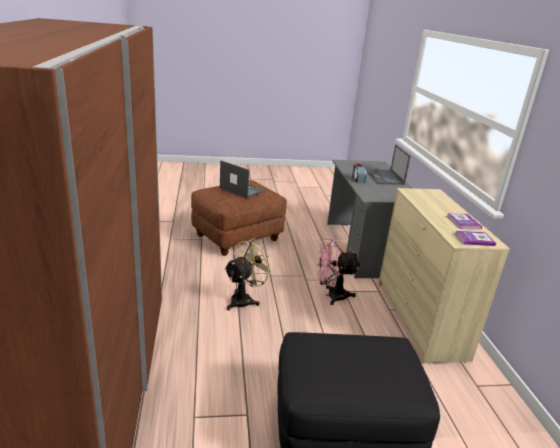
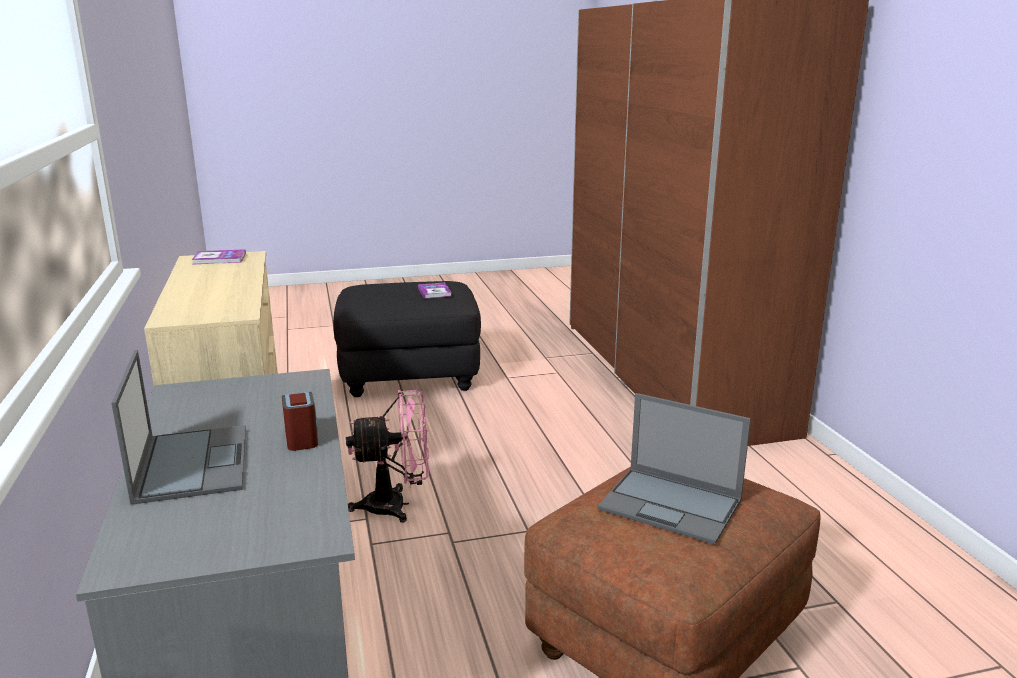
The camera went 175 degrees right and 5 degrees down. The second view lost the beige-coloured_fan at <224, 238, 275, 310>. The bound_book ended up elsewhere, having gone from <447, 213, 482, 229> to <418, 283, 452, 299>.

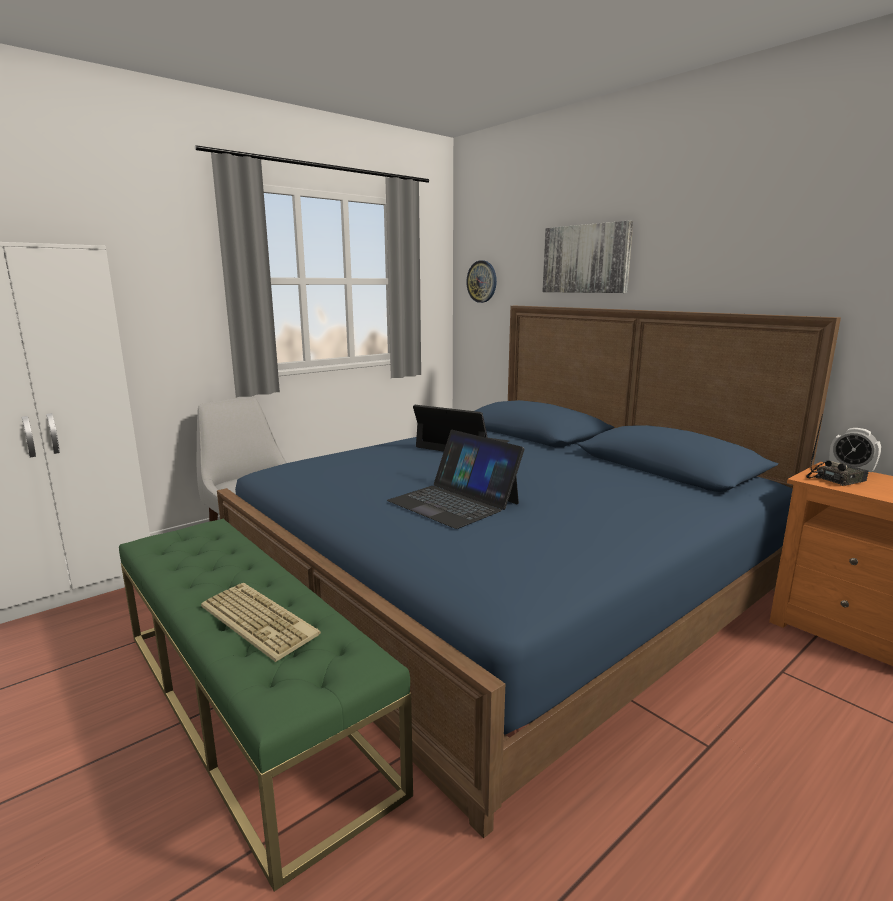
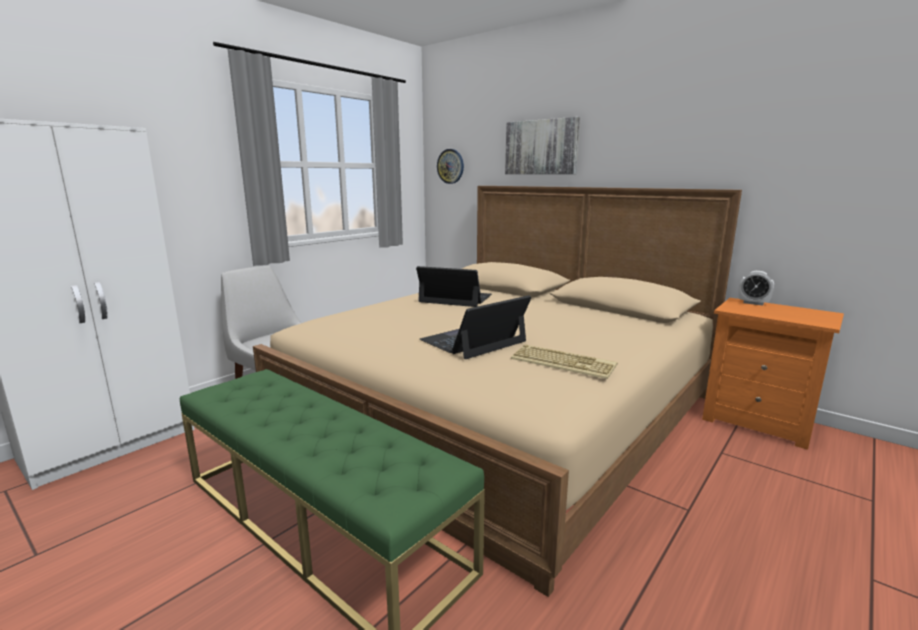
The camera went 10 degrees left and 0 degrees up. The second view lost the radio at <806, 414, 869, 486>. The computer_keyboard ended up elsewhere, having gone from <201, 583, 321, 662> to <511, 345, 618, 379>. What was the blue-coloured_bed at <217, 306, 841, 838> turned into the beige-coloured_bed at <253, 186, 742, 597>. The laptop at <387, 430, 524, 529> ended up facing another way, 105 degrees clockwise from before.

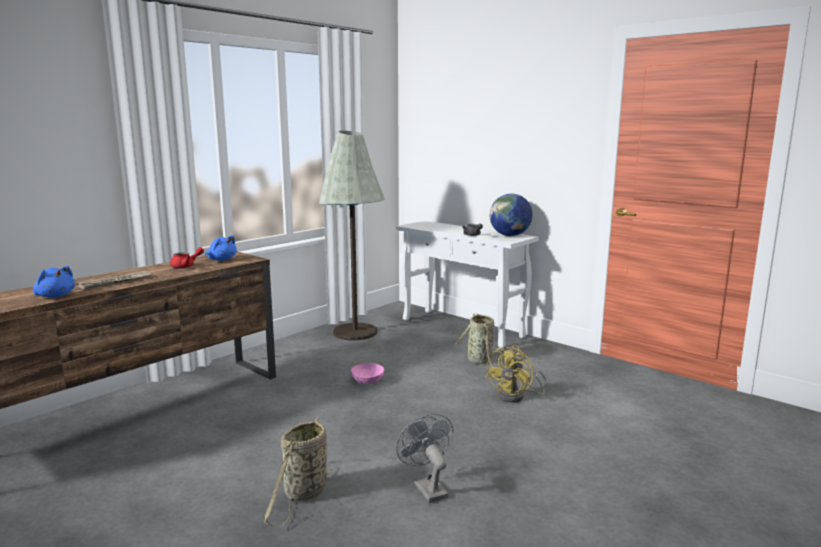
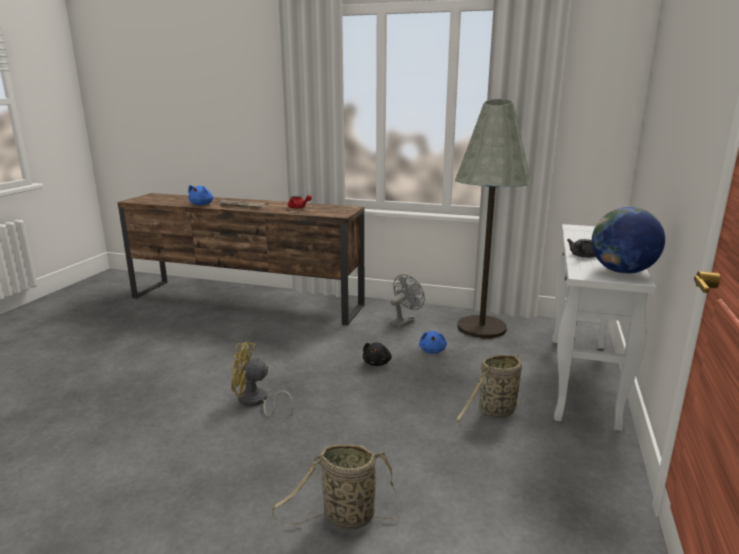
The camera went 65 degrees right and 5 degrees up. The blue-coloured_soft_toy ended up elsewhere, having gone from <205, 235, 237, 261> to <419, 331, 447, 353>. The household_basket ended up elsewhere, having gone from <264, 418, 332, 527> to <271, 444, 402, 530>. The gray_fan ended up elsewhere, having gone from <396, 414, 453, 503> to <390, 274, 425, 328>. The yellow_fan ended up elsewhere, having gone from <486, 345, 548, 403> to <230, 342, 294, 417>. Where the pink_serving_bowl stood at <351, 363, 384, 384>, the blackish_soft_toy came to stand at <363, 342, 392, 366>.

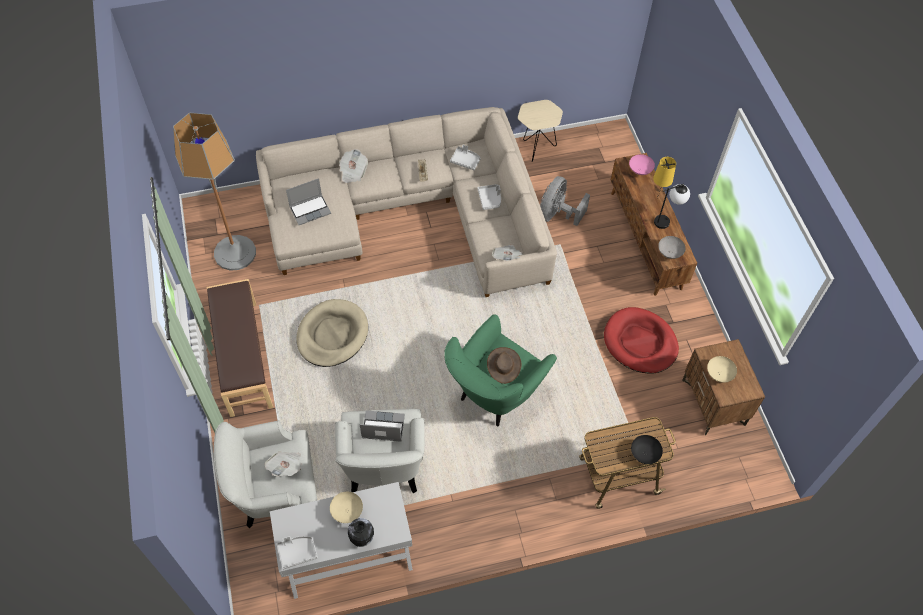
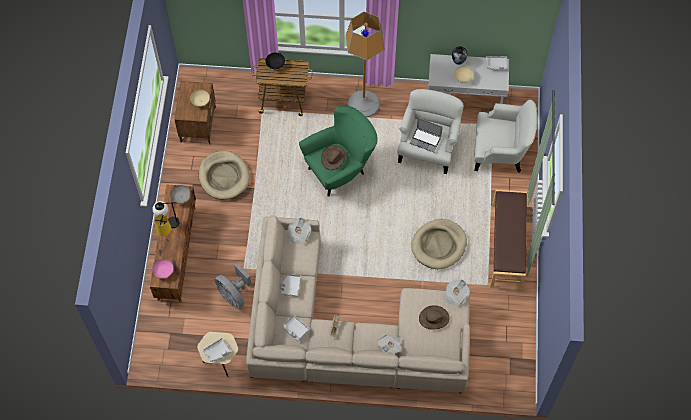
The camera went 160 degrees left and 5 degrees up. The second view gained the gray_serving_tray at <203, 338, 231, 362>. The floor_lamp ended up elsewhere, having gone from <173, 113, 256, 271> to <346, 12, 385, 117>. The daily_paper ended up elsewhere, having gone from <265, 451, 302, 476> to <444, 279, 470, 307>. Where the laptop stood at <286, 178, 331, 225>, the brown-coloured_hat came to stand at <419, 305, 450, 330>. What was the red-coloured_dog_cushion at <604, 307, 679, 373> turned into the beige-coloured_dog_cushion at <199, 151, 250, 200>. The gray_fan at <540, 176, 590, 226> ended up facing another way, 90 degrees clockwise from before.

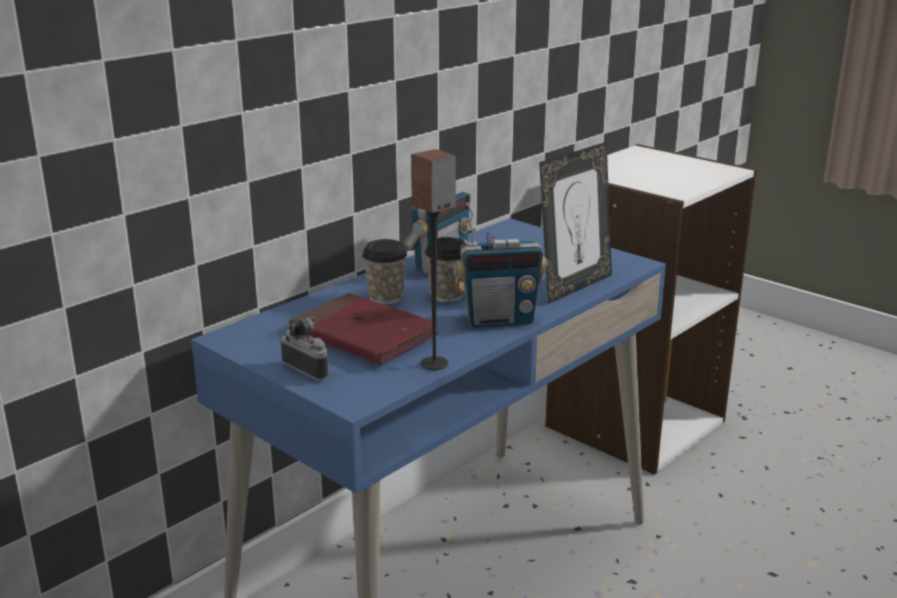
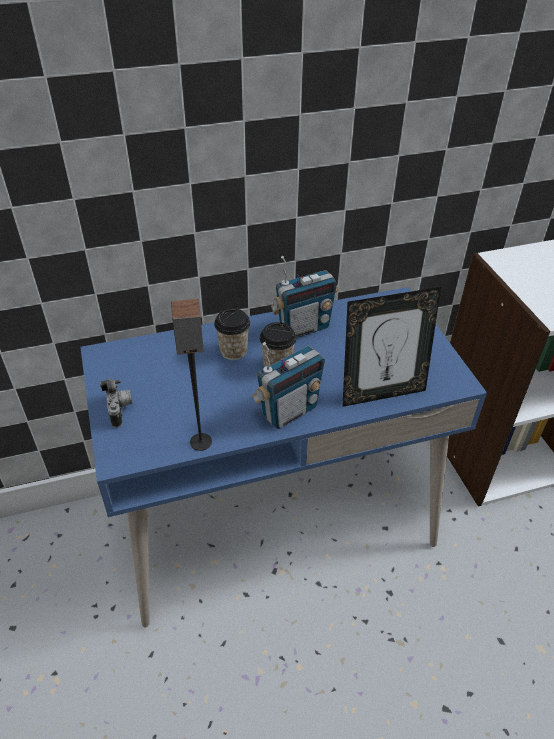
The camera went 30 degrees right and 20 degrees up. The second view lost the red-coloured_bound_book at <289, 293, 438, 365>. The radio at <454, 202, 548, 328> ended up facing another way, 60 degrees counterclockwise from before.

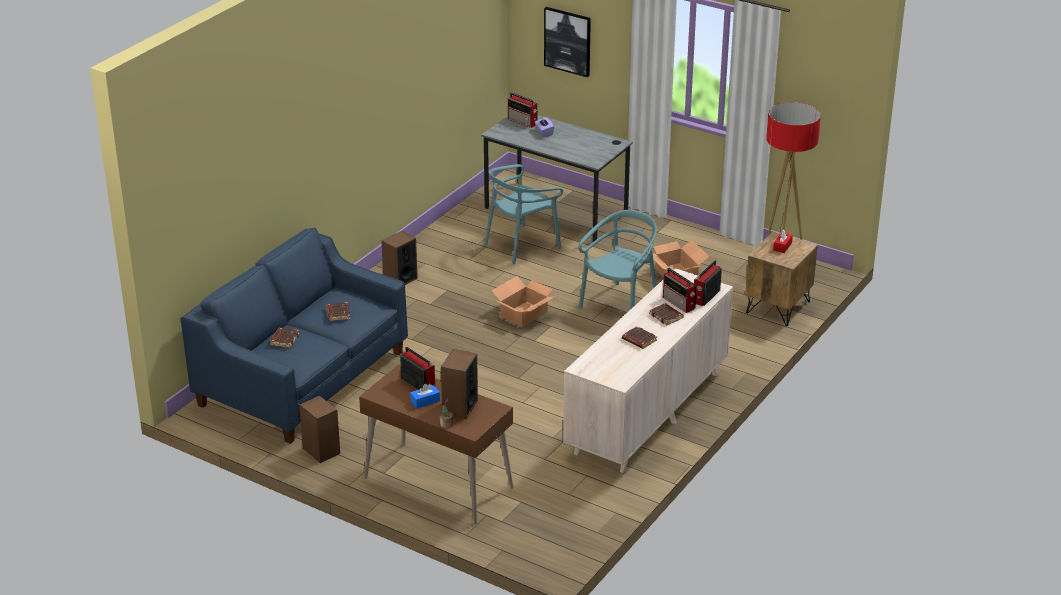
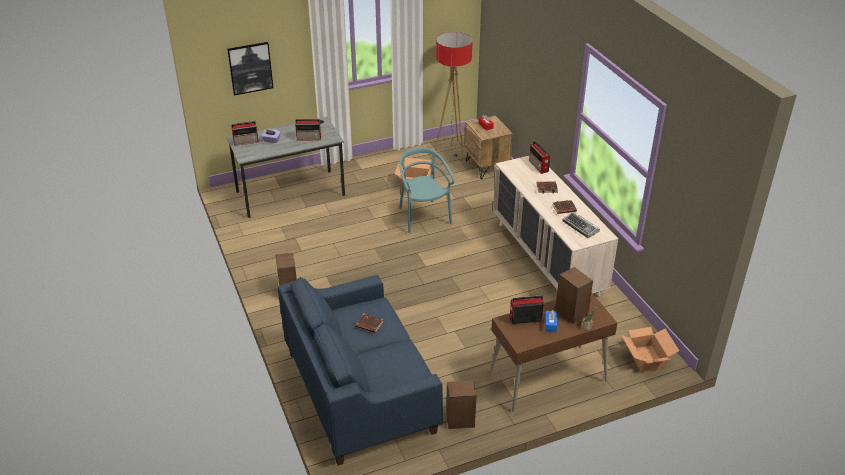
The camera went 55 degrees left and 5 degrees up. The second view lost the brown-coloured_bound_book at <269, 327, 299, 348>. The second view lost the blue-green_chair at <484, 164, 563, 264>. The second view gained the computer_keyboard at <563, 212, 600, 238>. The cardboard_box ended up elsewhere, having gone from <492, 276, 556, 327> to <621, 327, 679, 372>. The radio ended up elsewhere, having gone from <663, 268, 697, 313> to <295, 119, 322, 141>.

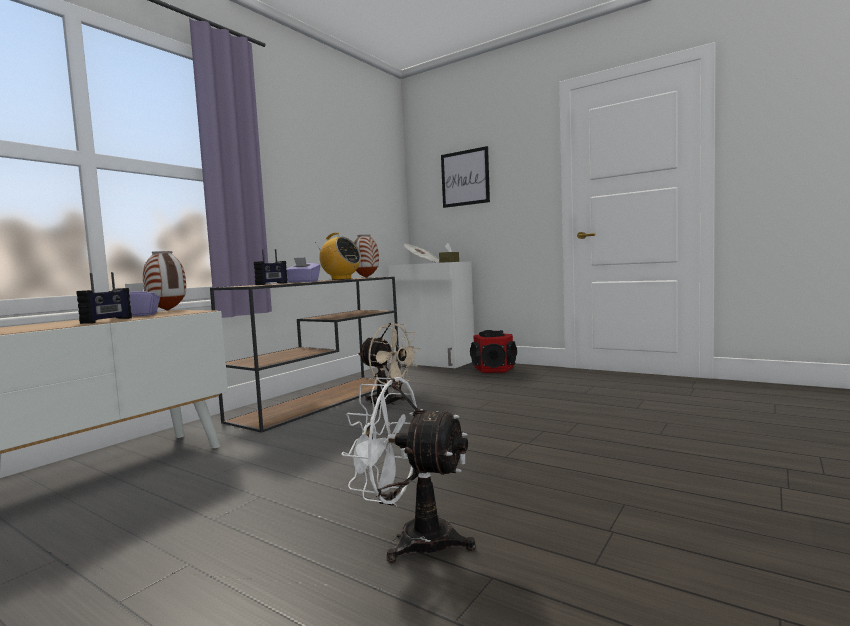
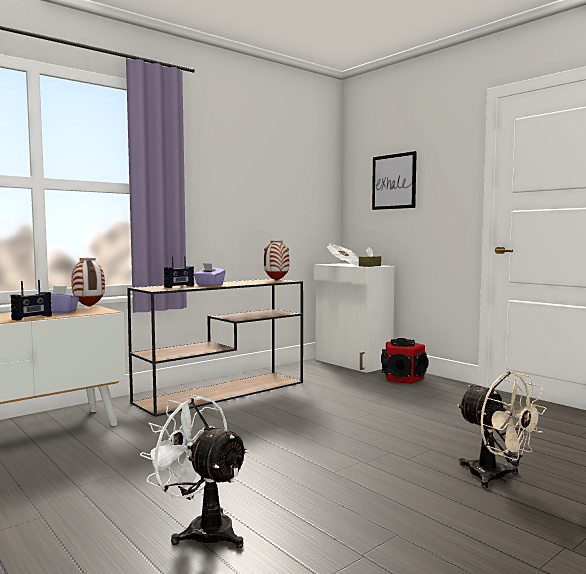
The camera went 15 degrees right and 0 degrees up. The second view lost the radio at <315, 233, 361, 280>. The beige-coloured_fan ended up elsewhere, having gone from <358, 323, 420, 410> to <457, 371, 547, 488>.

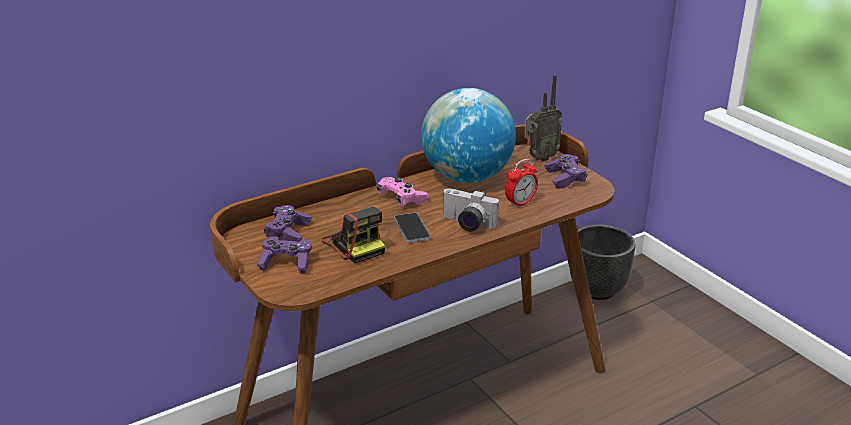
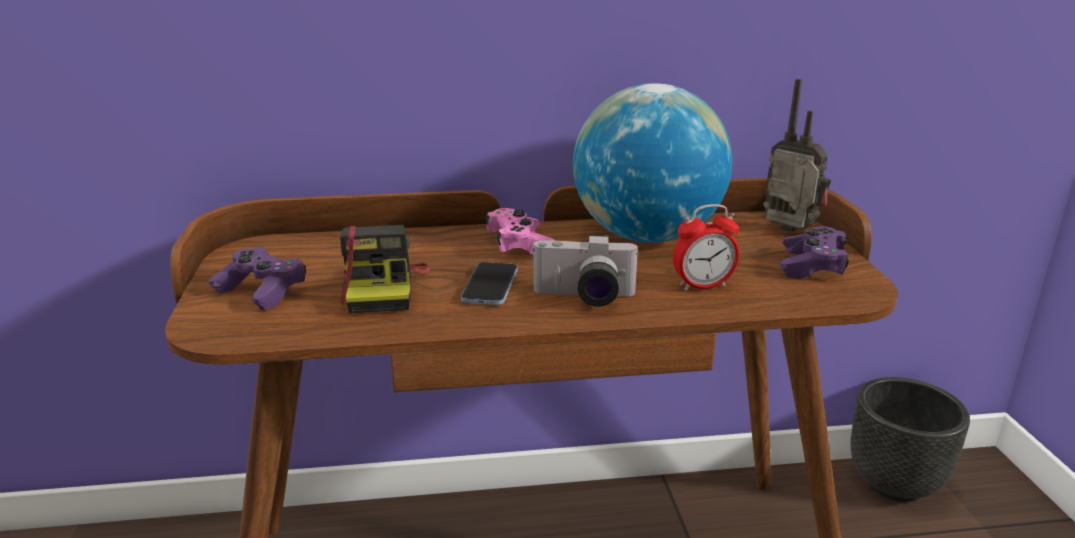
The camera went 25 degrees right and 5 degrees down. The second view lost the purplish_gamepad at <264, 205, 311, 242>. The photo_camera at <442, 188, 499, 231> ended up facing another way, 45 degrees counterclockwise from before. The radio at <524, 74, 562, 161> ended up facing another way, 135 degrees counterclockwise from before.

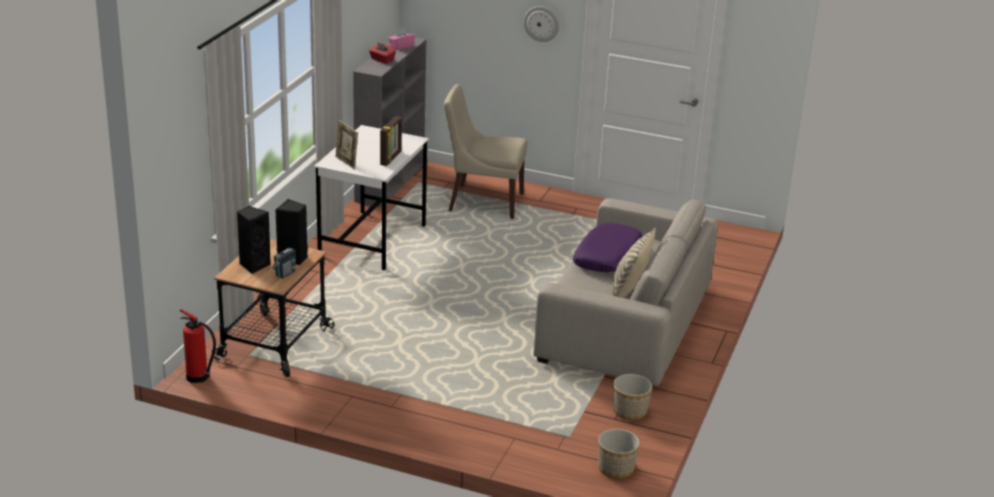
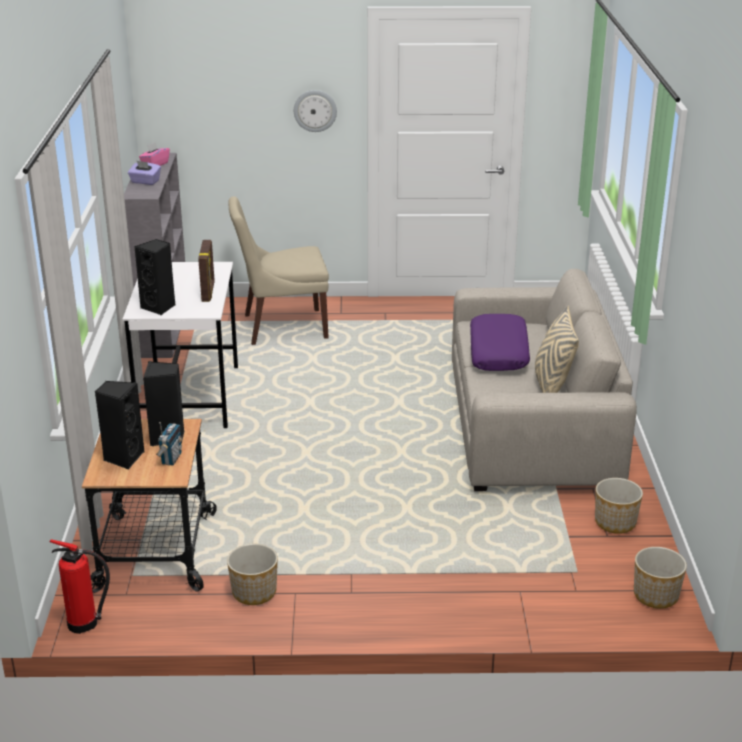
The camera went 20 degrees left and 0 degrees up. The second view gained the plant_pot at <227, 544, 278, 605>. Where the picture_frame stood at <335, 120, 358, 169>, the blackish_audio_speaker came to stand at <134, 239, 175, 316>. What was the red-coloured_tissue_box at <369, 42, 396, 64> turned into the purplish_tissue_box at <128, 161, 161, 185>.

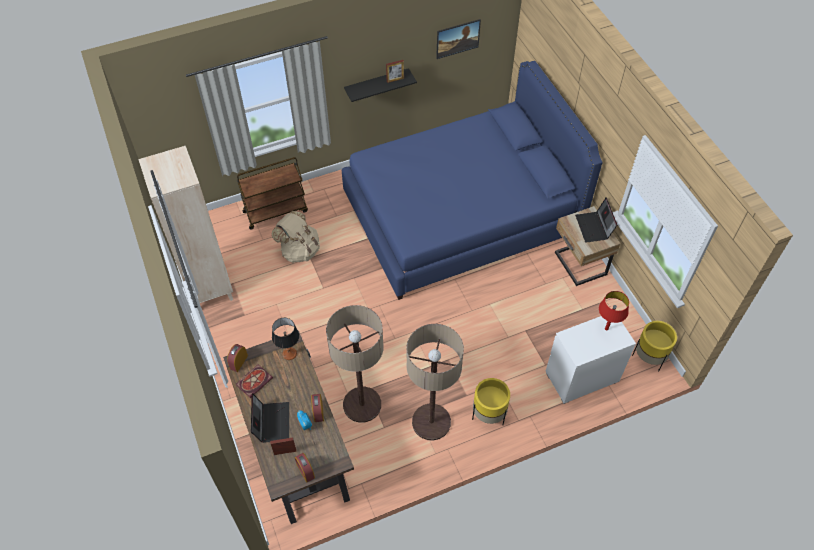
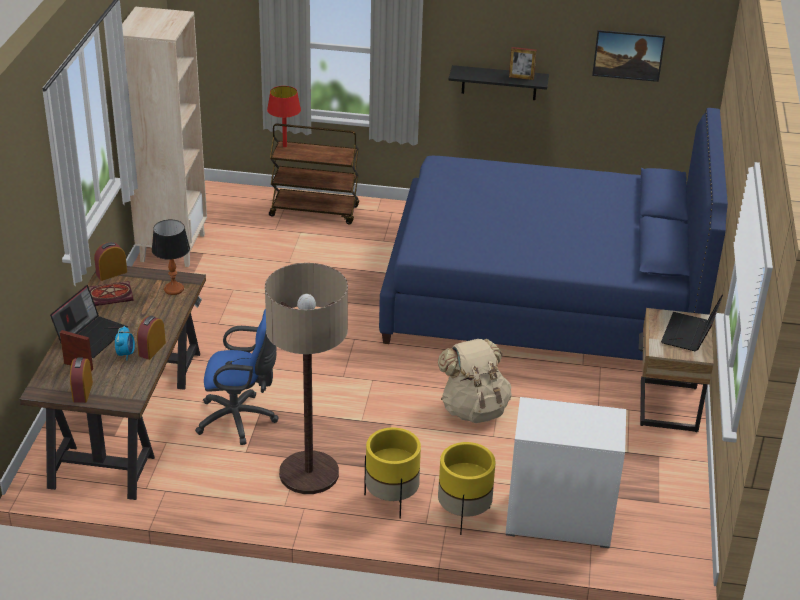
The camera went 30 degrees right and 20 degrees down. The beige-coloured_rucksack ended up elsewhere, having gone from <272, 211, 320, 263> to <438, 339, 512, 423>. The red-coloured_table_lamp ended up elsewhere, having gone from <599, 291, 629, 331> to <267, 86, 301, 147>. The yellow_plant_pot ended up elsewhere, having gone from <632, 321, 677, 371> to <438, 442, 496, 535>. Where the floor_lamp stood at <326, 305, 384, 423>, the blue-coloured_desk_chair came to stand at <195, 309, 279, 445>.

